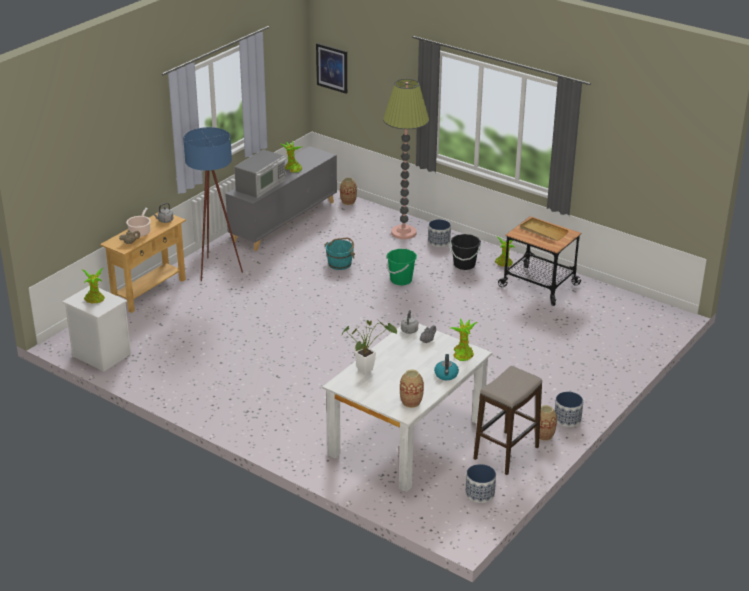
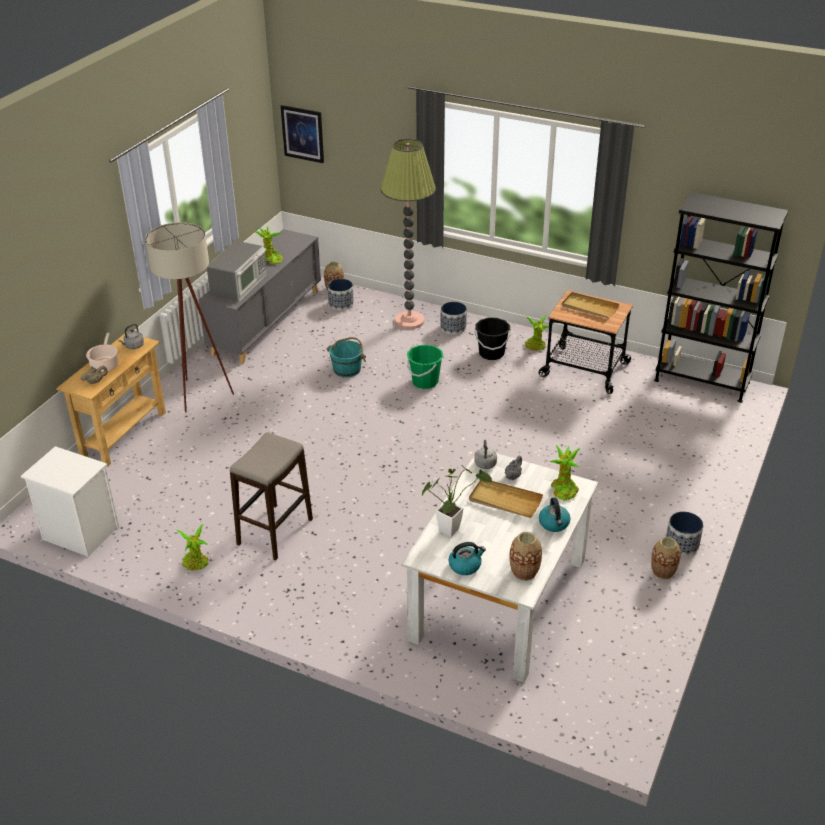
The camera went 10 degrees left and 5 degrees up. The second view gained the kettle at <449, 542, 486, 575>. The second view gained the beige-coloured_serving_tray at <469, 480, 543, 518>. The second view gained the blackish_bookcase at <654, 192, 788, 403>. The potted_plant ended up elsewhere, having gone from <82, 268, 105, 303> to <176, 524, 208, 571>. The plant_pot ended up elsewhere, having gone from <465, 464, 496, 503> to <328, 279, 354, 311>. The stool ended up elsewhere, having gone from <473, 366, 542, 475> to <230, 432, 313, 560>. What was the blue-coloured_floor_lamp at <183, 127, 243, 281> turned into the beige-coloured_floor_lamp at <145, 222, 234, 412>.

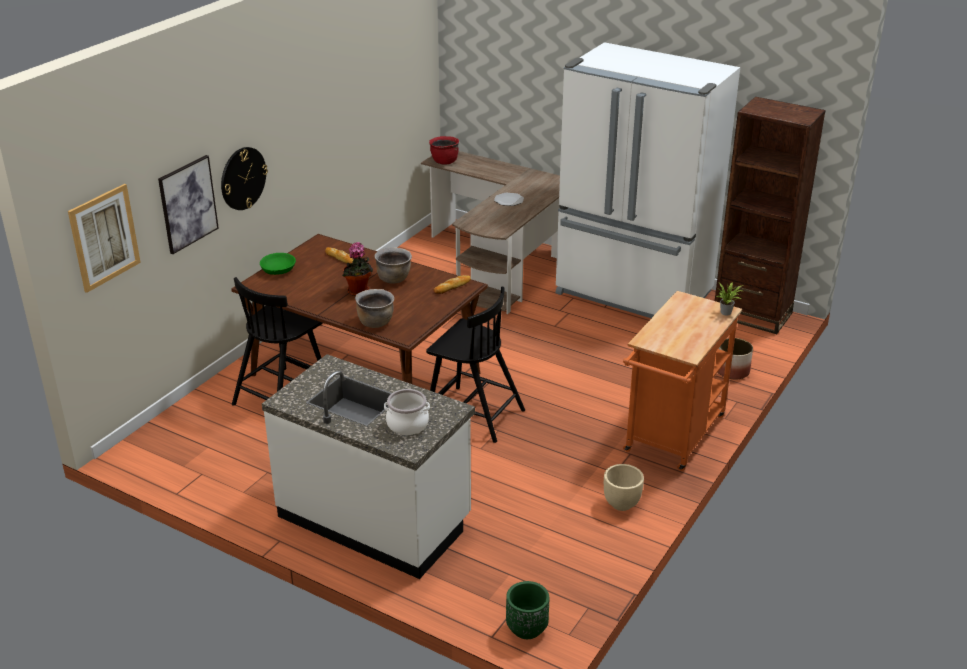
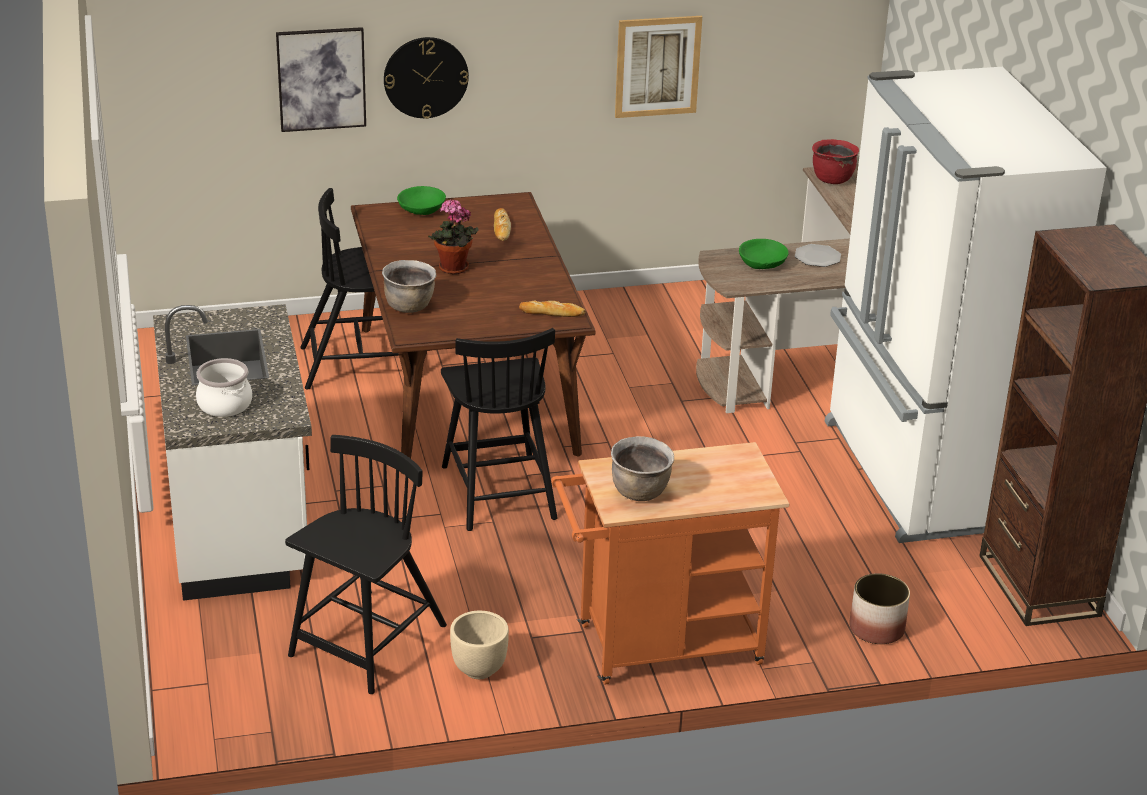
The camera went 45 degrees right and 0 degrees up. The second view lost the greenish_plant_pot at <506, 581, 549, 639>. The second view lost the potted_plant at <716, 282, 743, 315>. The second view gained the blackish_chair at <285, 435, 447, 694>. The second view gained the greenish_serving_bowl at <739, 239, 789, 269>. The picture ended up elsewhere, having gone from <68, 184, 141, 293> to <615, 16, 702, 118>. The brown-coloured_cooking_pot ended up elsewhere, having gone from <375, 247, 412, 284> to <611, 436, 674, 501>.

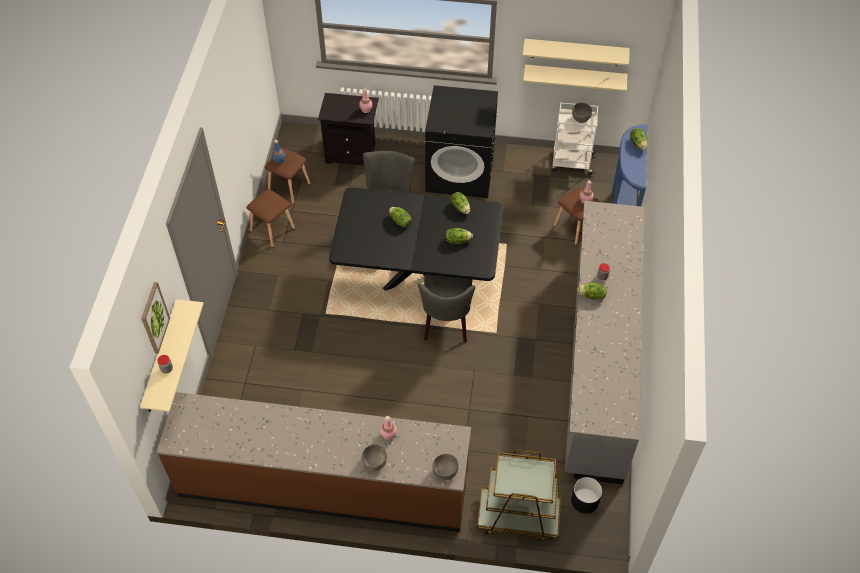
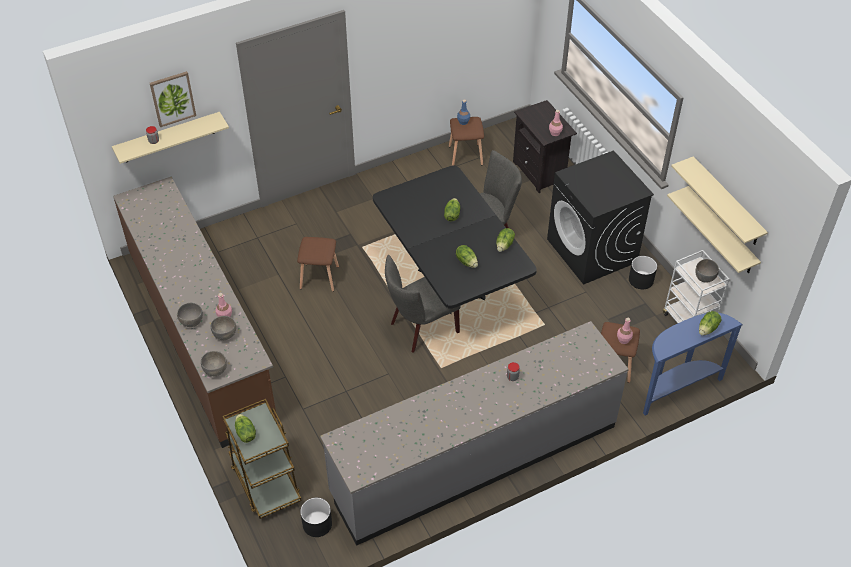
The camera went 55 degrees right and 5 degrees down. The second view gained the gray_serving_bowl at <211, 316, 236, 340>. The second view gained the blackish_plant_pot at <629, 256, 657, 289>. The brown-coloured_stool ended up elsewhere, having gone from <247, 189, 295, 247> to <297, 237, 339, 292>. The lettuce ended up elsewhere, having gone from <577, 283, 607, 300> to <235, 414, 256, 443>.

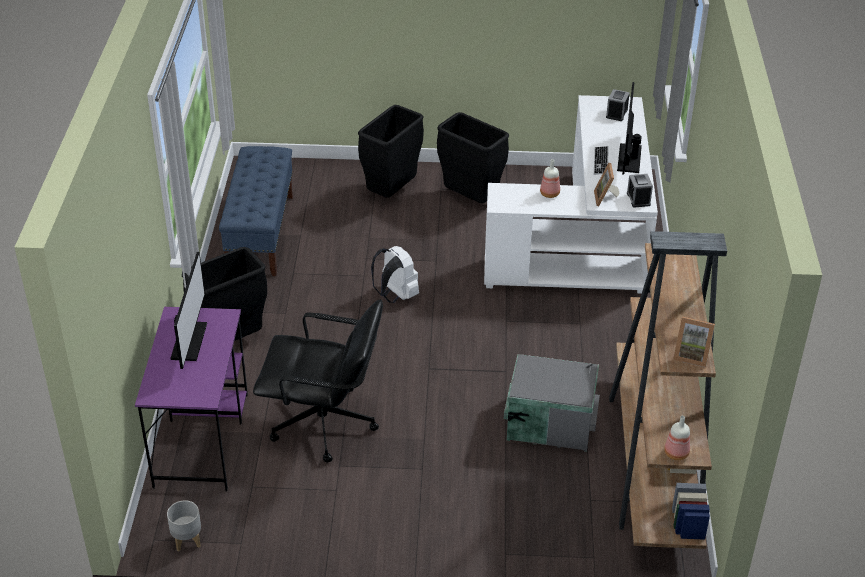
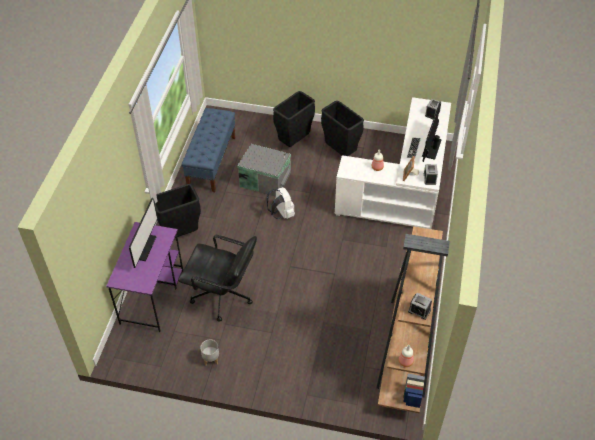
The camera went 10 degrees right and 10 degrees up. The gray_plant_pot ended up elsewhere, having gone from <167, 501, 201, 552> to <200, 340, 219, 366>. The gray_storage_bin ended up elsewhere, having gone from <504, 354, 600, 452> to <237, 144, 291, 197>. Where the picture_frame stood at <673, 316, 715, 368>, the bedside_clock came to stand at <408, 293, 432, 320>.

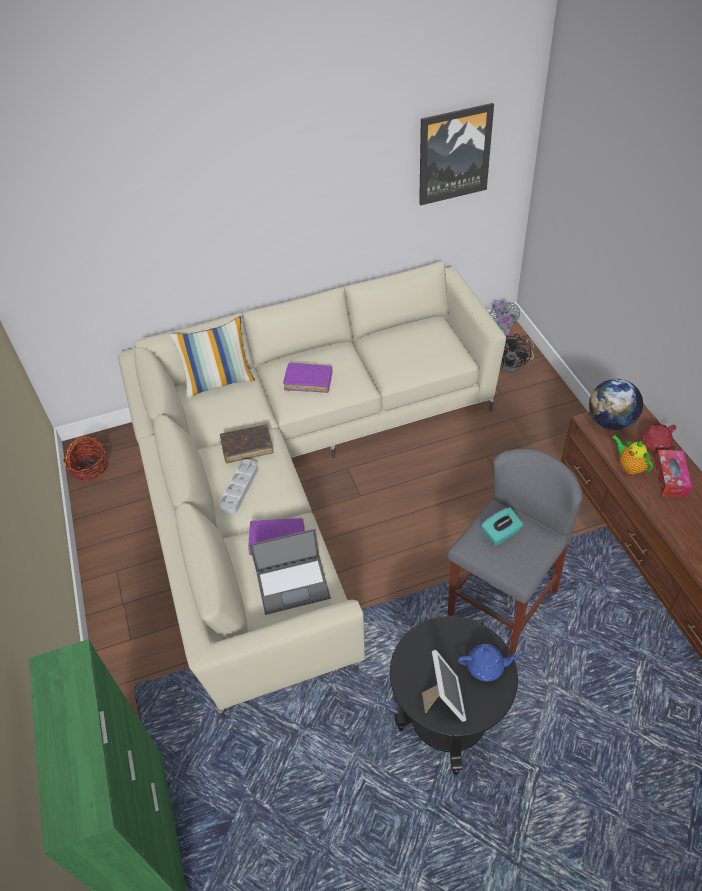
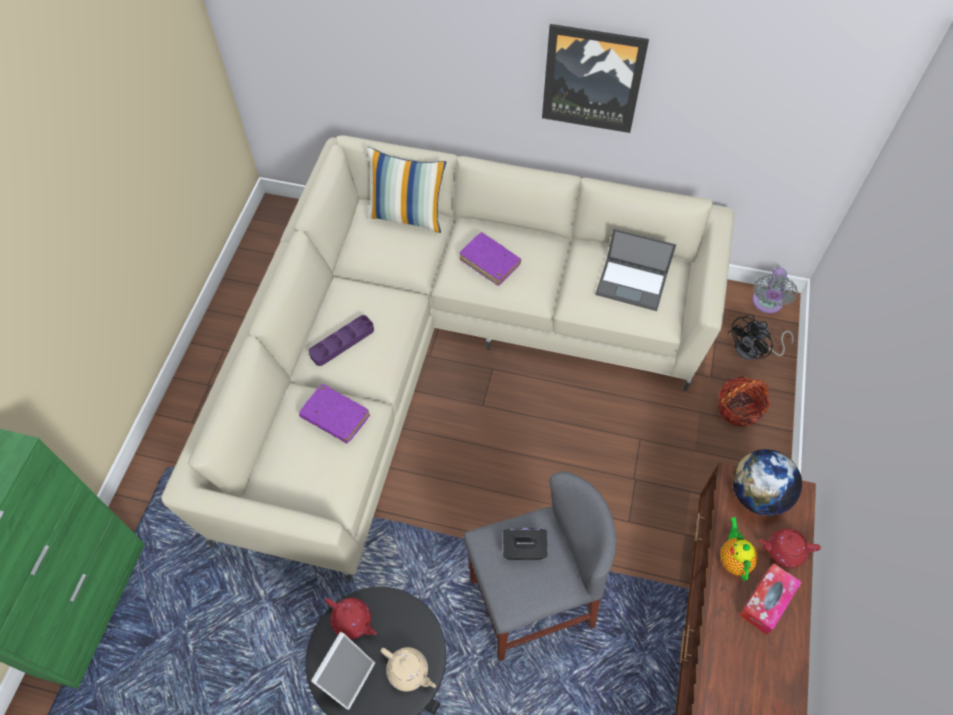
The camera went 30 degrees right and 10 degrees up. The second view lost the brown-coloured_bound_book at <220, 425, 274, 464>. The second view gained the red-coloured_tea_pot at <325, 598, 377, 639>. The household_basket ended up elsewhere, having gone from <63, 436, 107, 481> to <718, 376, 770, 427>. The laptop ended up elsewhere, having gone from <249, 529, 331, 615> to <595, 229, 676, 311>. The picture ended up elsewhere, having gone from <419, 103, 494, 206> to <542, 24, 649, 133>. What was the gray_serving_tray at <219, 459, 258, 515> turned into the purplish_serving_tray at <309, 315, 374, 366>. What was the blue-coloured_tea_pot at <458, 644, 520, 682> turned into the beige-coloured_tea_pot at <381, 647, 436, 691>. What was the blue-green_tissue_box at <481, 507, 523, 546> turned into the blackish_tissue_box at <503, 528, 547, 560>.

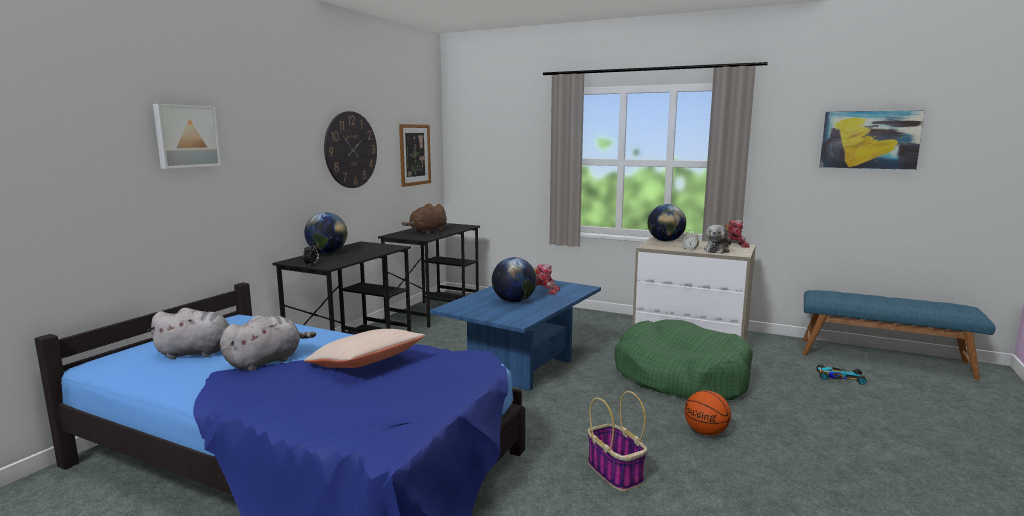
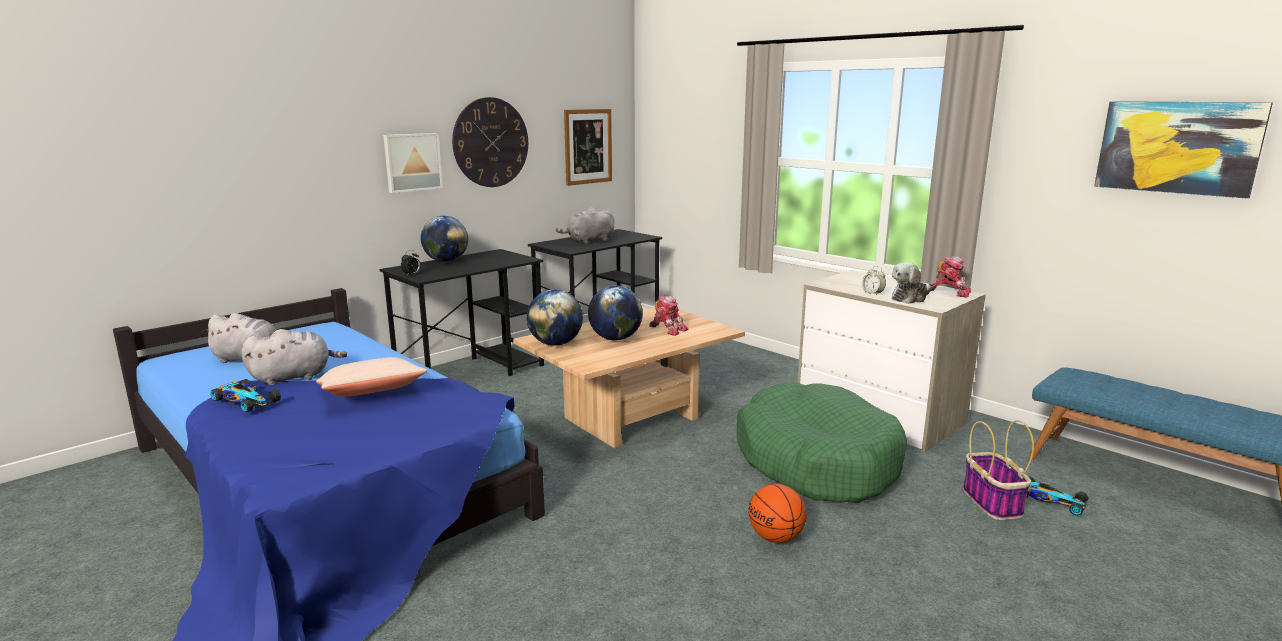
The camera went 20 degrees right and 5 degrees up. The second view gained the toy_car at <210, 379, 281, 413>. The picture ended up elsewhere, having gone from <153, 104, 221, 169> to <383, 133, 443, 193>. The household_basket ended up elsewhere, having gone from <588, 391, 647, 491> to <963, 420, 1034, 520>. The globe ended up elsewhere, having gone from <648, 204, 686, 242> to <527, 289, 583, 346>. What was the brown-coloured_soft_toy at <401, 203, 447, 234> turned into the gray_soft_toy at <556, 207, 614, 244>. What was the blue-coloured_lounge_table at <430, 280, 601, 391> turned into the beige-coloured_lounge_table at <513, 308, 745, 448>.

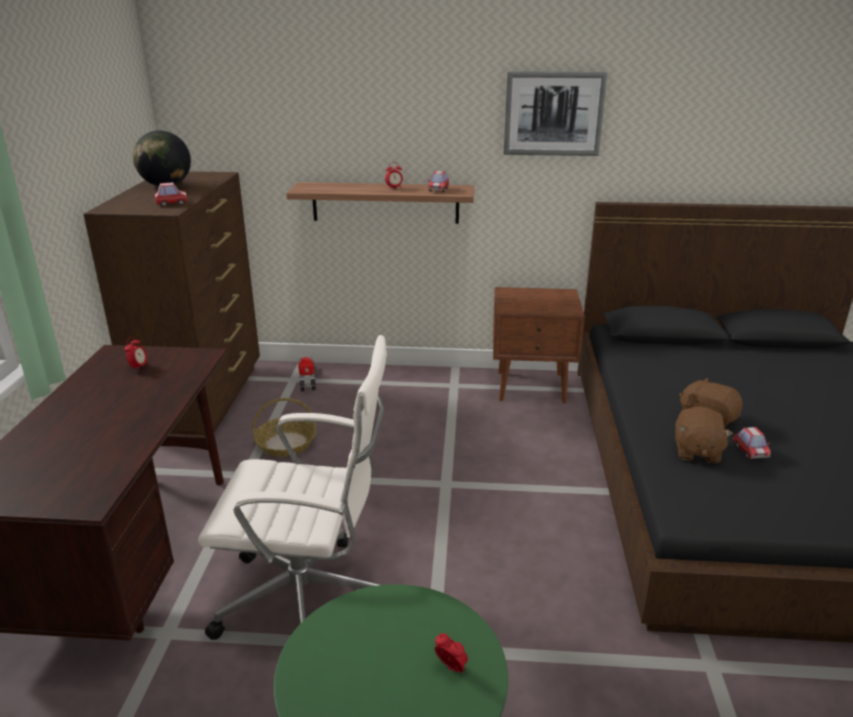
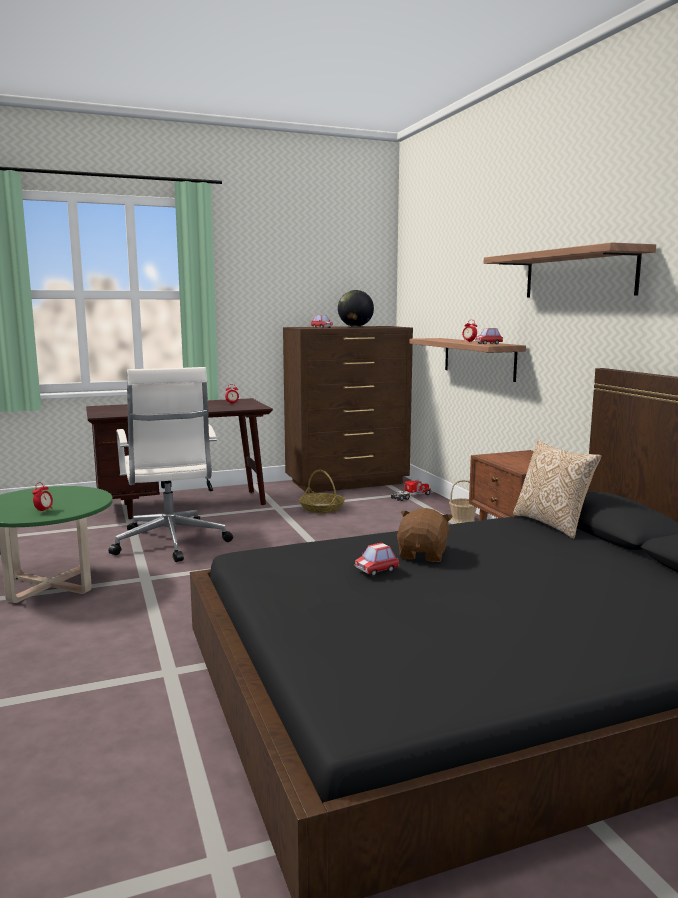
The camera went 65 degrees right and 15 degrees down. The second view lost the brown-coloured_soft_toy at <675, 407, 733, 463>. The second view gained the household_basket at <449, 480, 477, 523>. The second view gained the pillow at <513, 440, 601, 539>. Where the picture hung at <504, 71, 608, 156>, the bracket_shelf came to hang at <484, 242, 656, 297>.

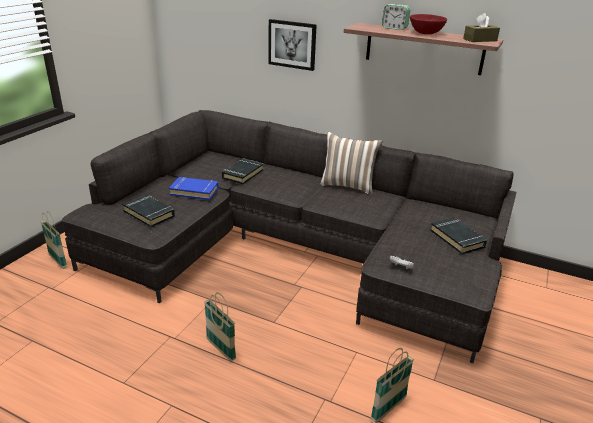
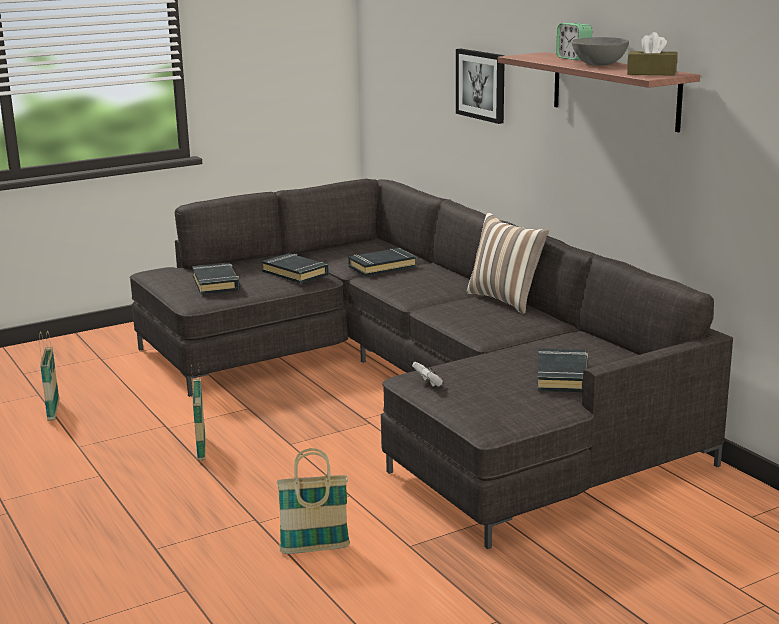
The camera went 35 degrees right and 10 degrees down. The household_basket ended up elsewhere, having gone from <41, 211, 67, 269> to <39, 331, 59, 421>. What was the blue-coloured_bound_book at <169, 177, 218, 200> turned into the blackish_bound_book at <262, 253, 329, 283>. What was the red-coloured_serving_bowl at <410, 14, 447, 34> turned into the gray_serving_bowl at <571, 37, 629, 65>.

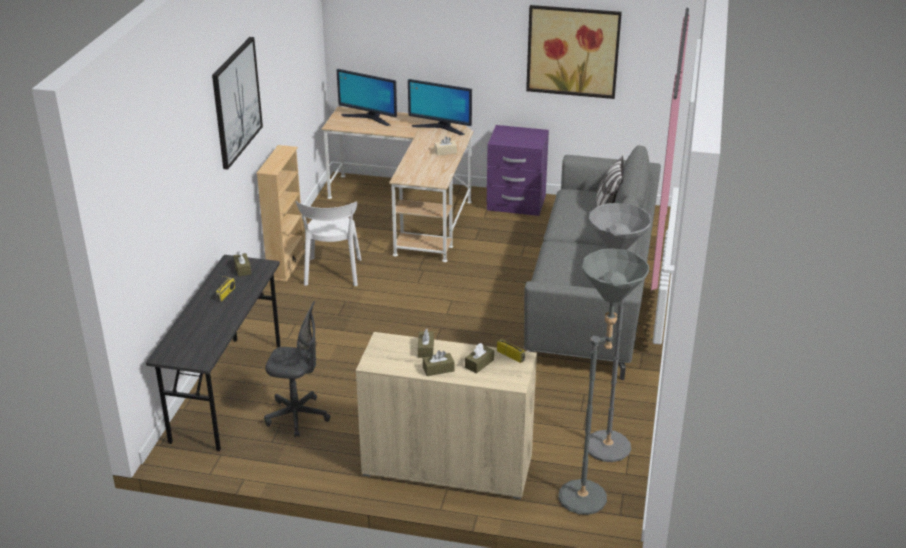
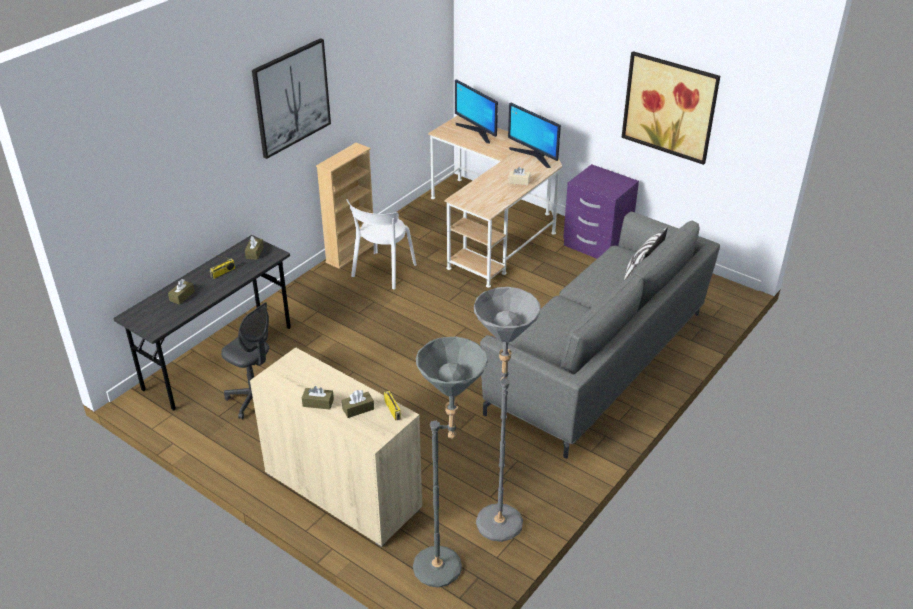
The camera went 25 degrees right and 5 degrees up. The brown-coloured_tissue_box ended up elsewhere, having gone from <418, 328, 434, 358> to <168, 279, 195, 305>.

